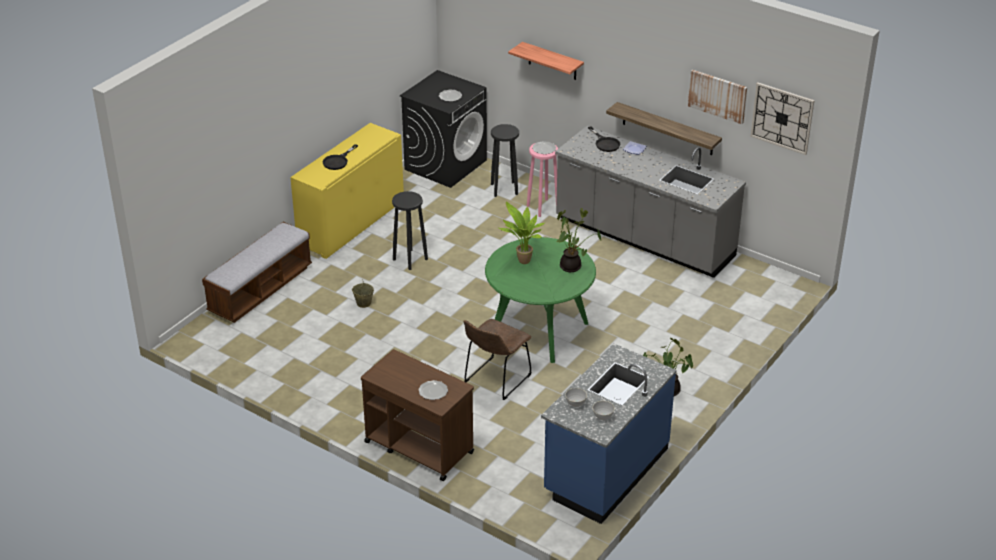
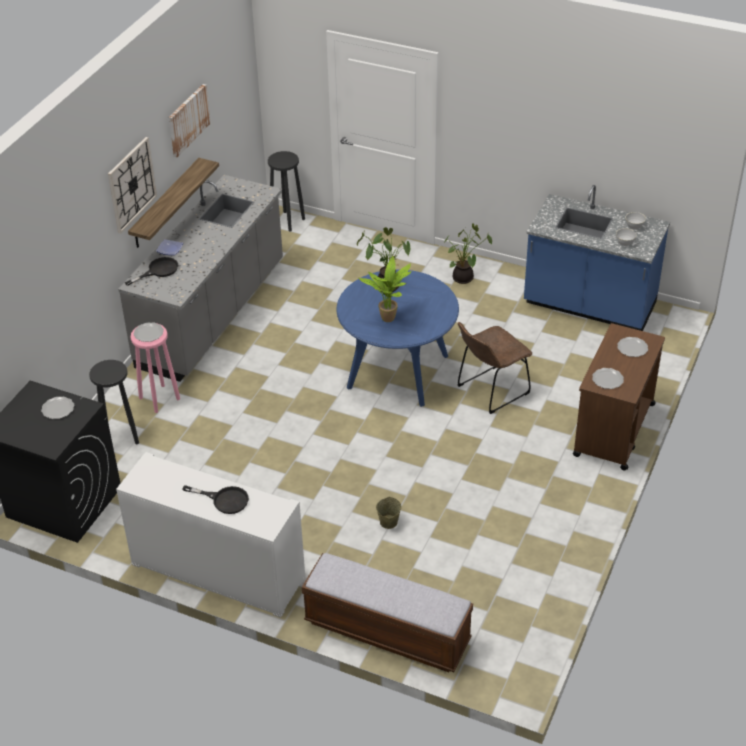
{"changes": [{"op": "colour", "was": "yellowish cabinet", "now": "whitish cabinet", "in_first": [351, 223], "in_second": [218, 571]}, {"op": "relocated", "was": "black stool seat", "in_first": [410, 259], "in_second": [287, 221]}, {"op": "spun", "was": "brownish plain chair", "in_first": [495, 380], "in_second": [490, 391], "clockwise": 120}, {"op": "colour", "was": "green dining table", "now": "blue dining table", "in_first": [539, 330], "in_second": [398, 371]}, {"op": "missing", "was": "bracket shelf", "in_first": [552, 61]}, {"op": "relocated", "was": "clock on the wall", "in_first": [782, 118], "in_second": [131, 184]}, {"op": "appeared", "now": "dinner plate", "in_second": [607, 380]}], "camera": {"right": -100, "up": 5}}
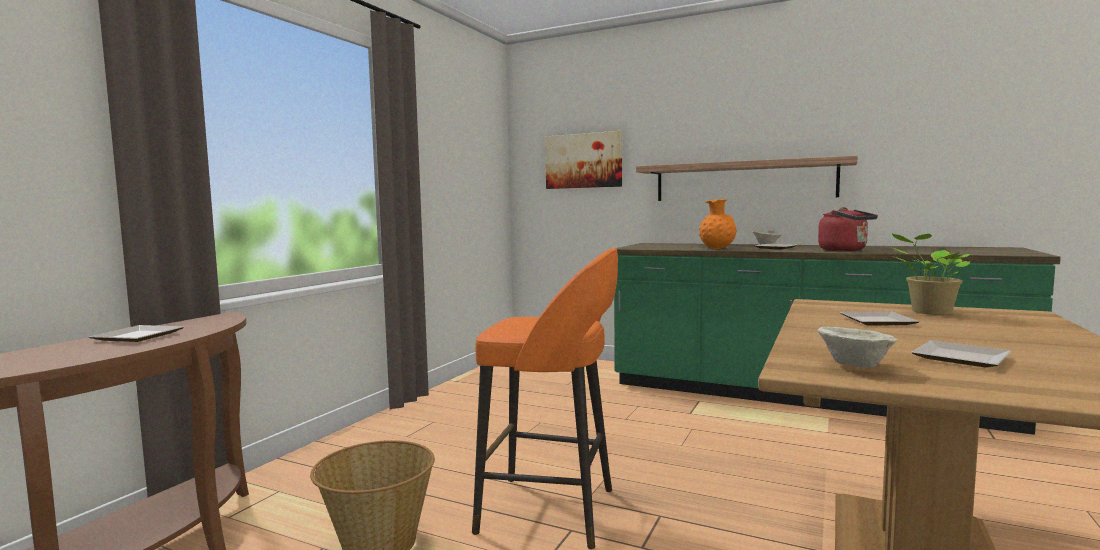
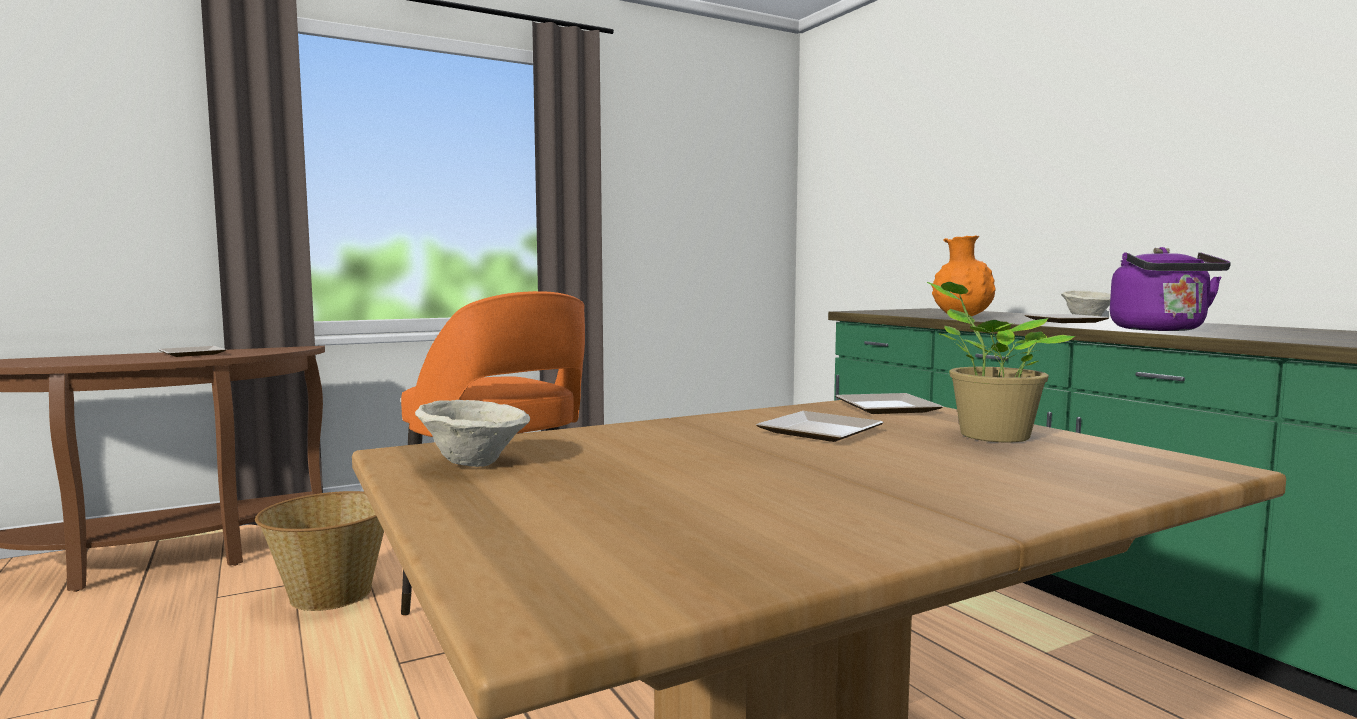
{"changes": [{"op": "missing", "was": "wall picture", "in_first": [583, 161]}, {"op": "missing", "was": "bracket shelf", "in_first": [743, 181]}, {"op": "colour", "was": "red tea kettle", "now": "purplish tea kettle", "in_first": [845, 250], "in_second": [1161, 330]}, {"op": "relocated", "was": "dinner plate", "in_first": [957, 358], "in_second": [882, 408]}], "camera": {"right": 35, "up": 0}}
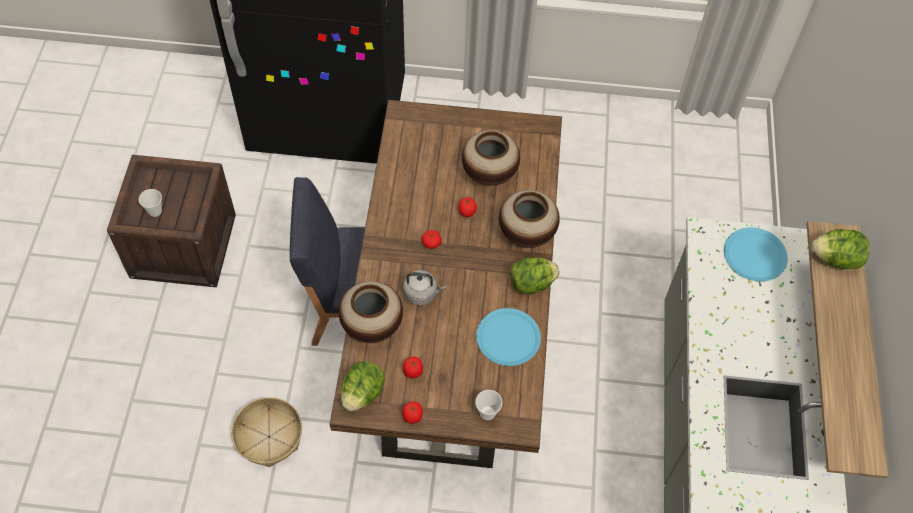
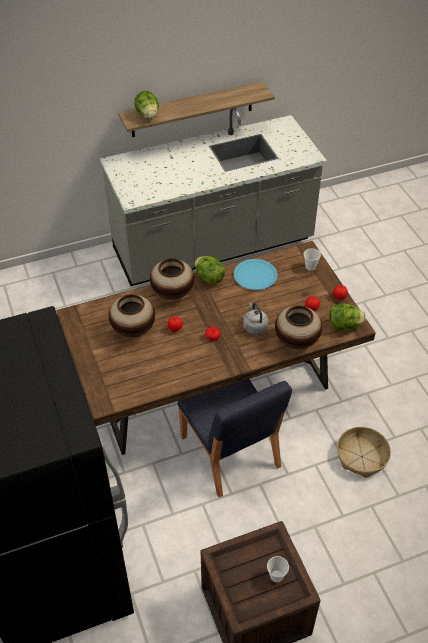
{"changes": [{"op": "missing", "was": "blue dinner plate", "in_first": [755, 255]}], "camera": {"right": -115, "up": -10}}
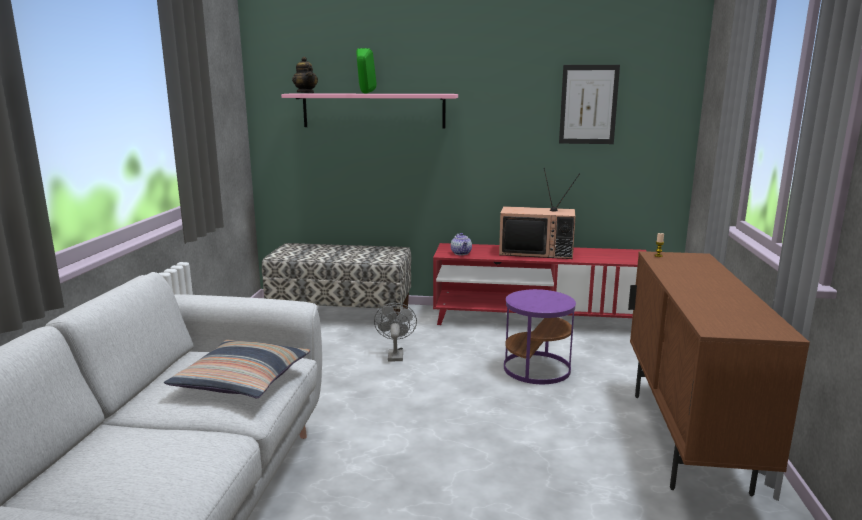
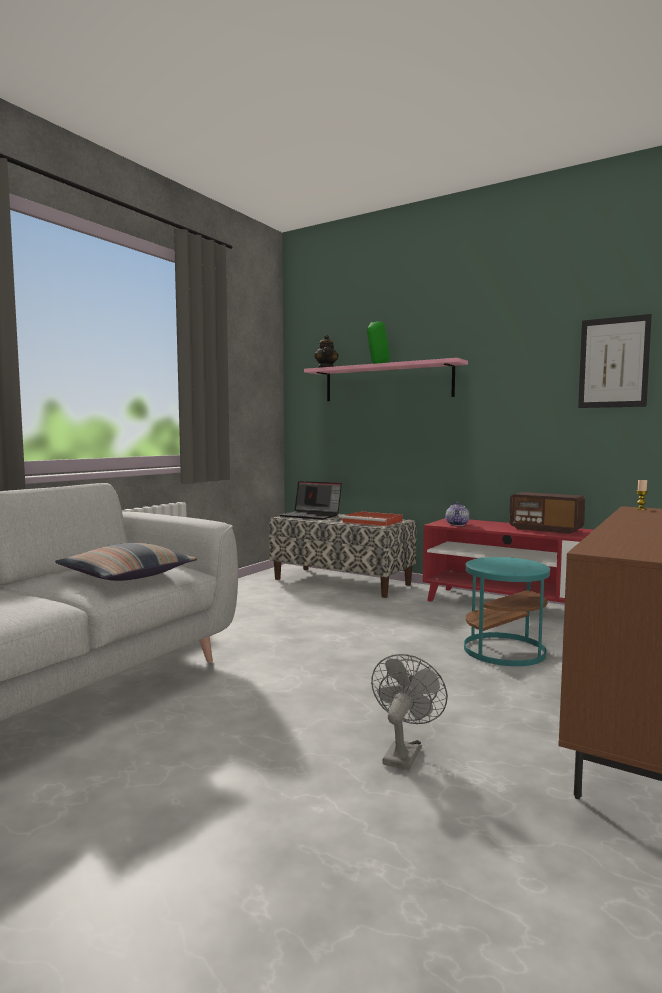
{"changes": [{"op": "relocated", "was": "grey fan", "in_first": [395, 354], "in_second": [404, 752]}, {"op": "exchanged", "was": "TV set", "now": "radio set", "in_first": [537, 252], "in_second": [546, 529]}, {"op": "colour", "was": "purplish end table", "now": "turquoise-coloured end table", "in_first": [537, 368], "in_second": [504, 650]}, {"op": "appeared", "now": "notebook computer", "in_second": [311, 515]}, {"op": "appeared", "now": "red tray", "in_second": [373, 521]}], "camera": {"right": 25, "up": -10}}
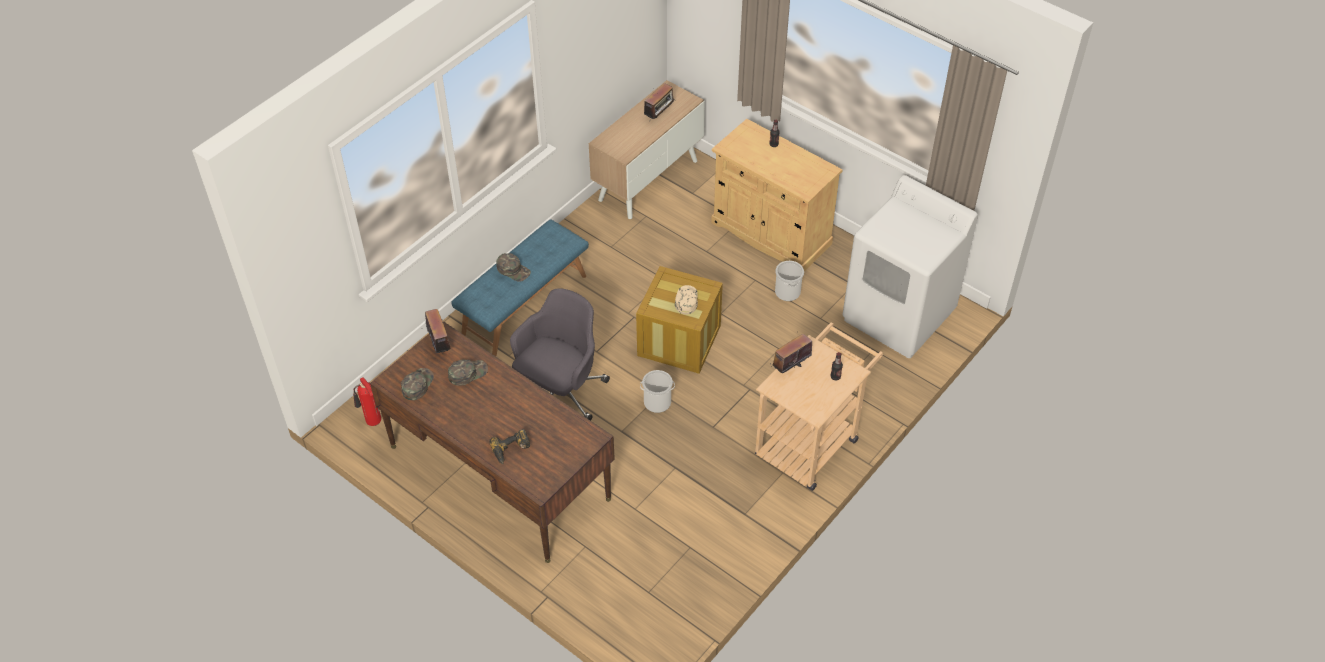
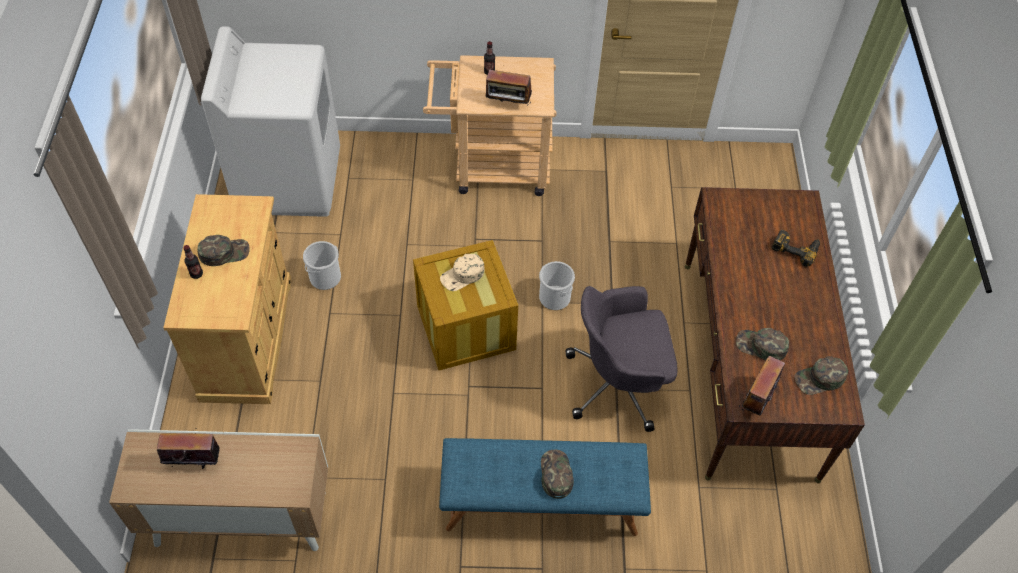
{"changes": [{"op": "missing", "was": "fire extinguisher", "in_first": [372, 421]}, {"op": "appeared", "now": "green cap", "in_second": [224, 252]}], "camera": {"right": -130, "up": 5}}
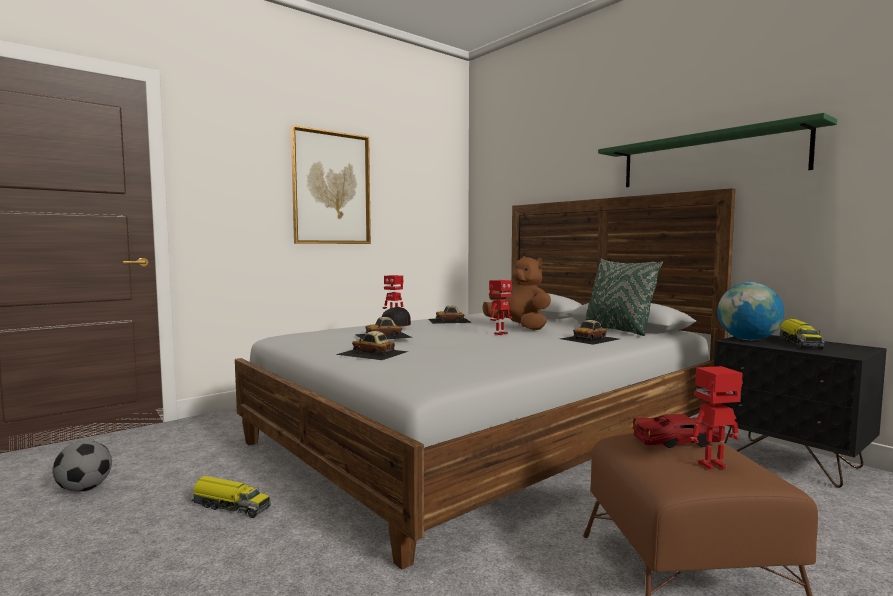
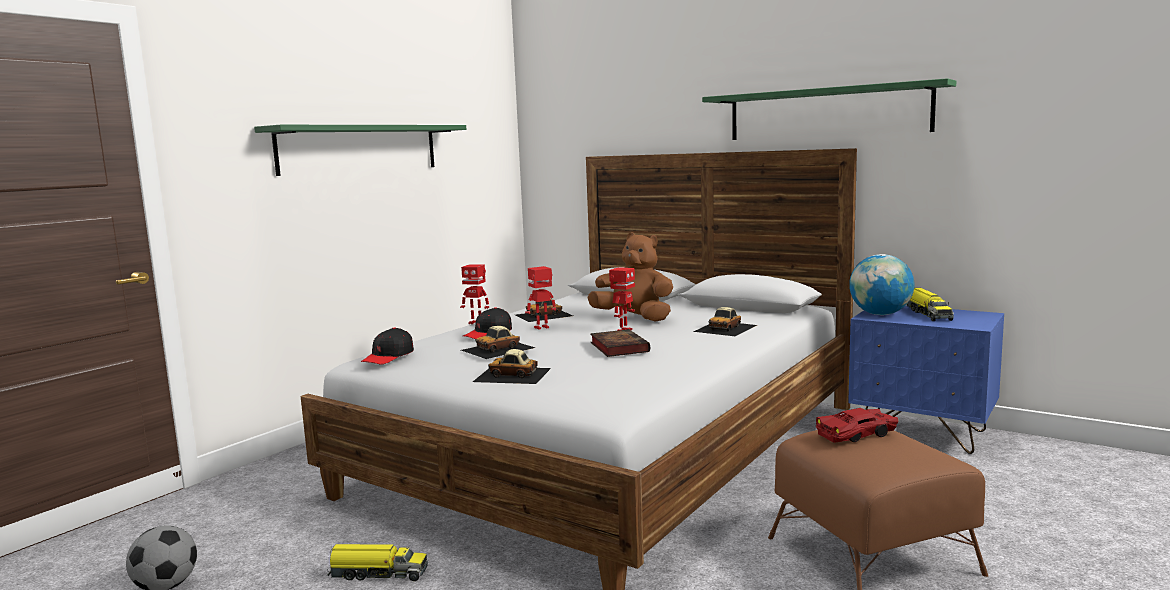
{"changes": [{"op": "exchanged", "was": "wall picture", "now": "green bracket shelf", "in_first": [331, 188], "in_second": [360, 149]}, {"op": "missing", "was": "green throw pillow", "in_first": [617, 331]}, {"op": "relocated", "was": "toy robot", "in_first": [713, 466], "in_second": [542, 328]}, {"op": "colour", "was": "black night table", "now": "blue night table", "in_first": [790, 461], "in_second": [923, 433]}, {"op": "appeared", "now": "black cap", "in_second": [388, 357]}, {"op": "appeared", "now": "volume", "in_second": [618, 347]}], "camera": {"right": -15, "up": 5}}
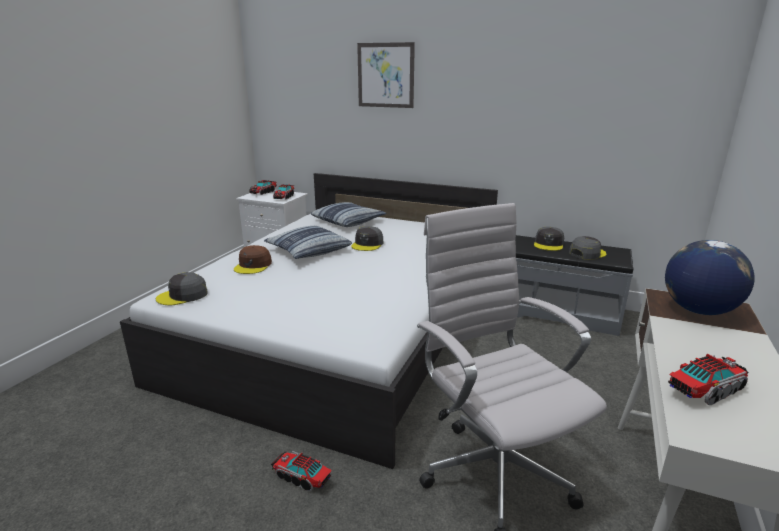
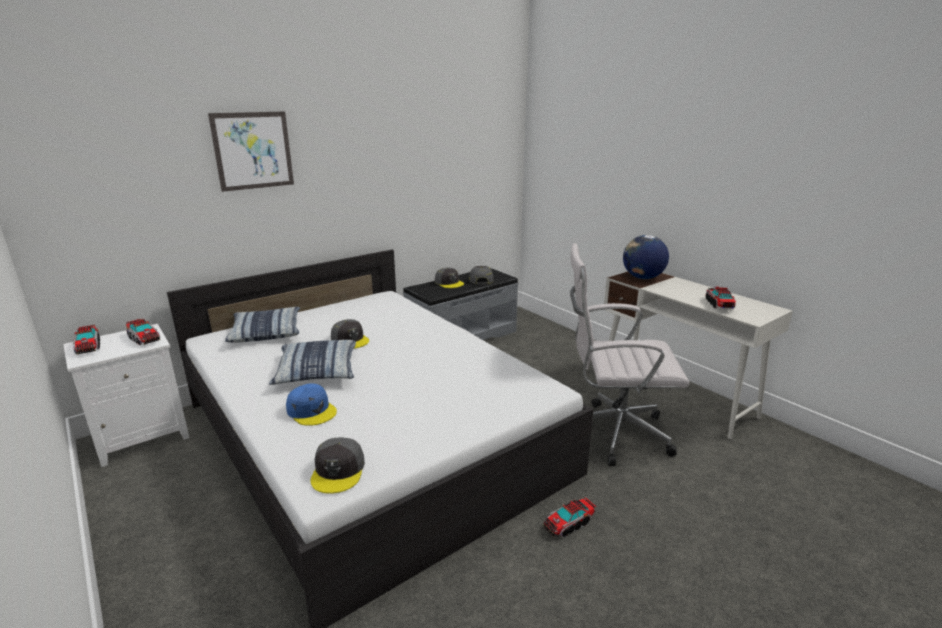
{"changes": [{"op": "colour", "was": "brownish cap", "now": "blue cap", "in_first": [253, 266], "in_second": [312, 411]}], "camera": {"right": -60, "up": 0}}
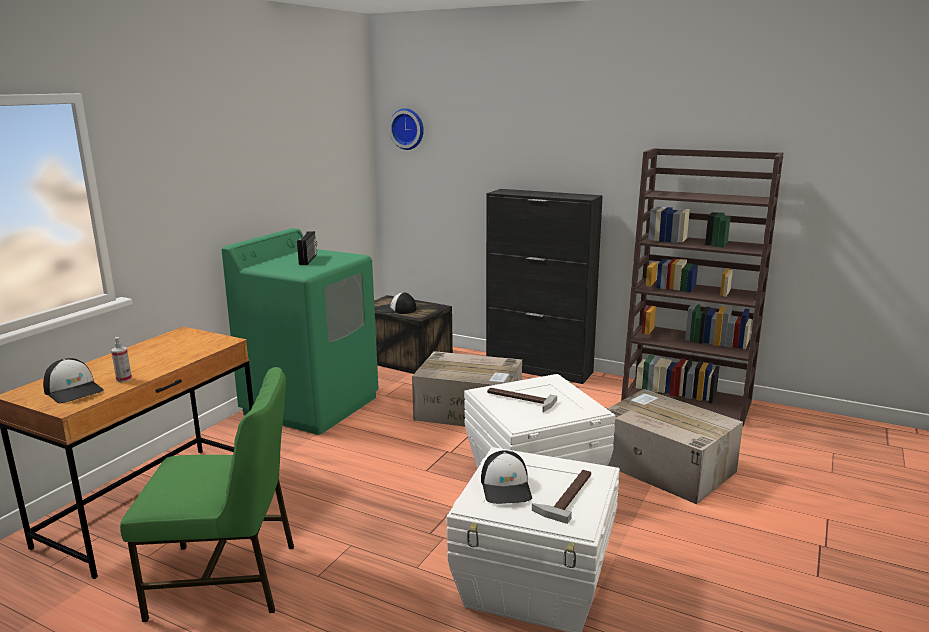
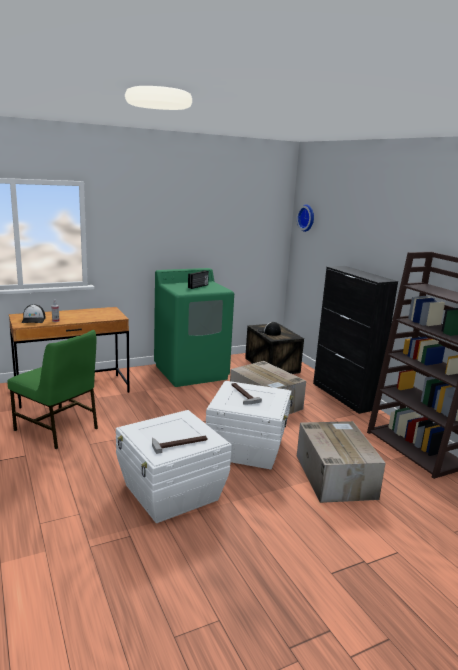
{"changes": [{"op": "missing", "was": "cap", "in_first": [506, 487]}], "camera": {"right": 35, "up": 0}}
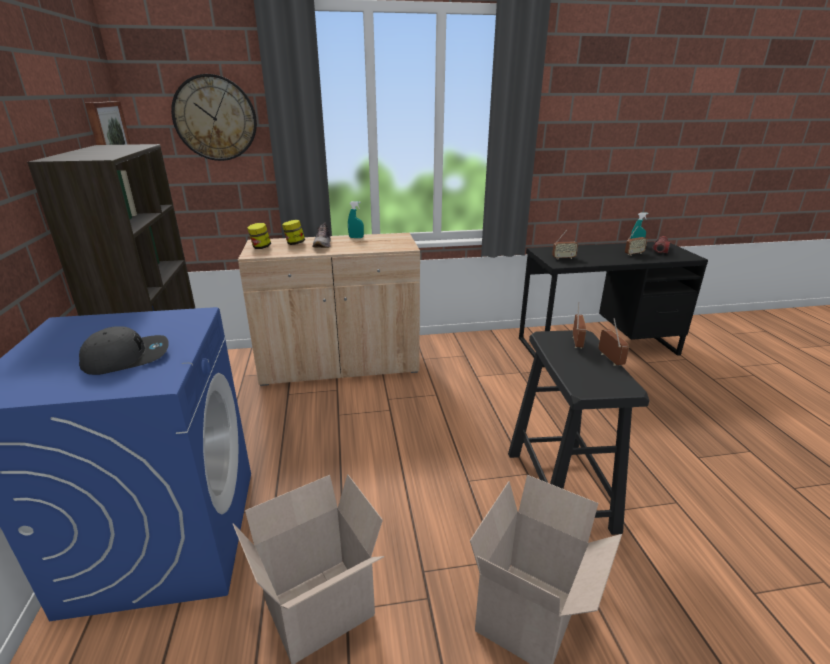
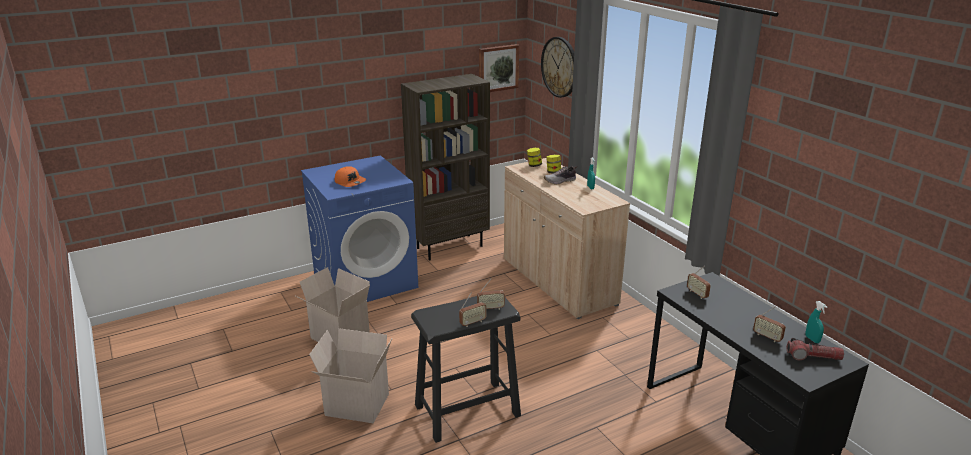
{"changes": [{"op": "colour", "was": "grey cap", "now": "orangey cap", "in_first": [127, 358], "in_second": [350, 182]}], "camera": {"right": 70, "up": 0}}
